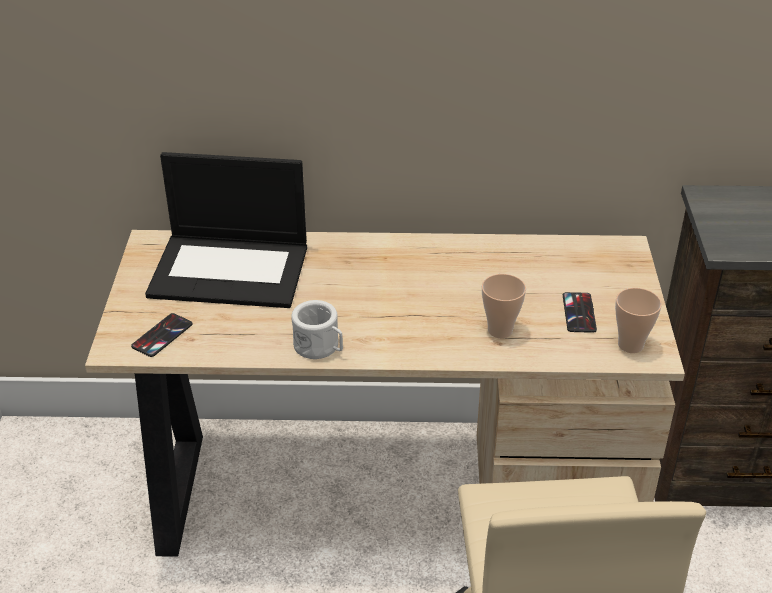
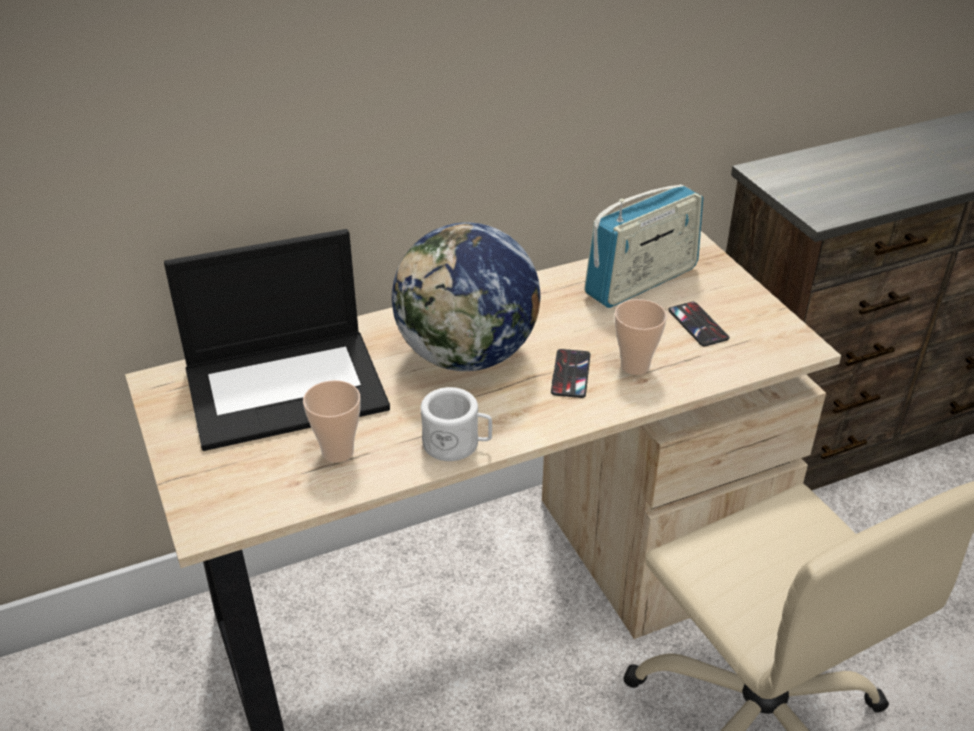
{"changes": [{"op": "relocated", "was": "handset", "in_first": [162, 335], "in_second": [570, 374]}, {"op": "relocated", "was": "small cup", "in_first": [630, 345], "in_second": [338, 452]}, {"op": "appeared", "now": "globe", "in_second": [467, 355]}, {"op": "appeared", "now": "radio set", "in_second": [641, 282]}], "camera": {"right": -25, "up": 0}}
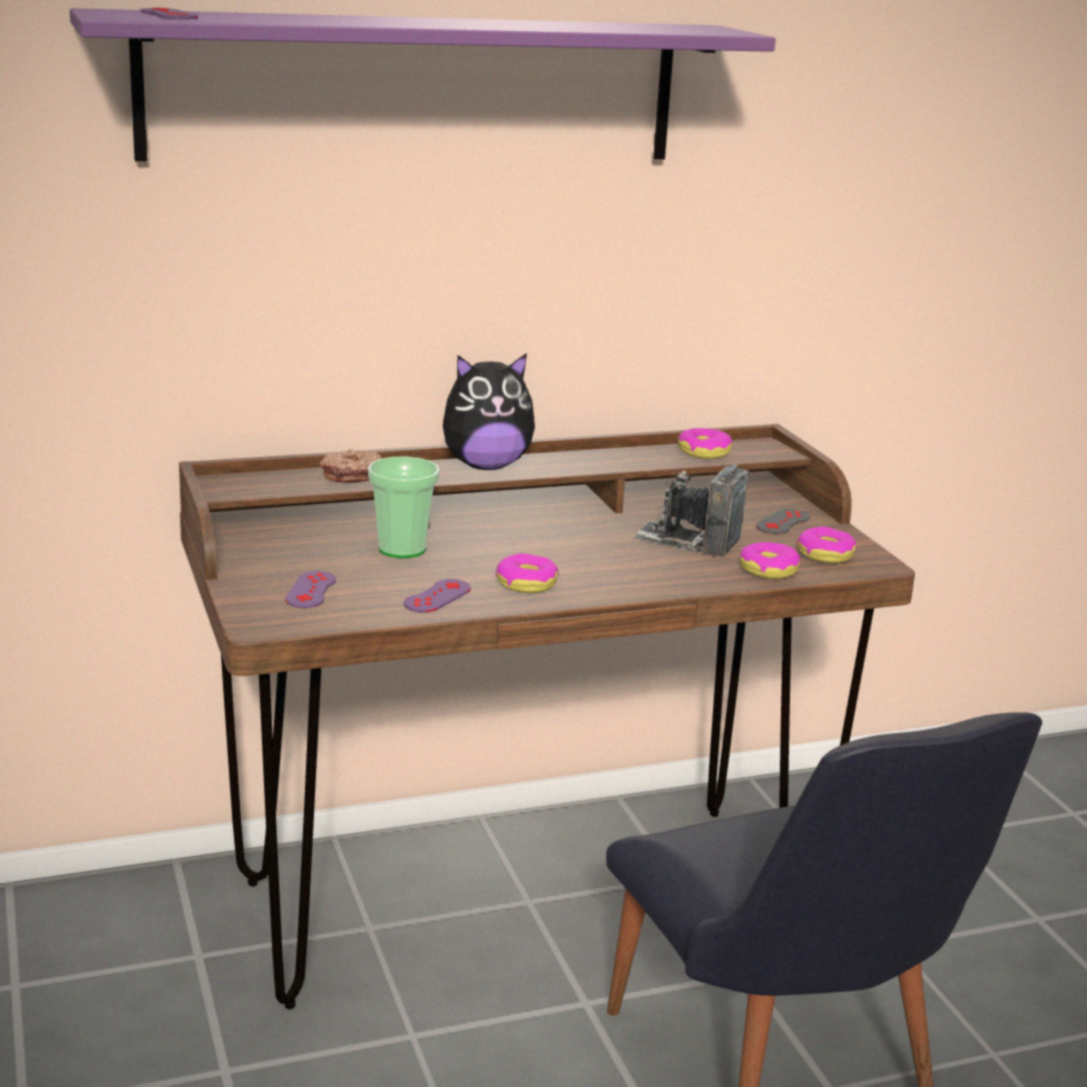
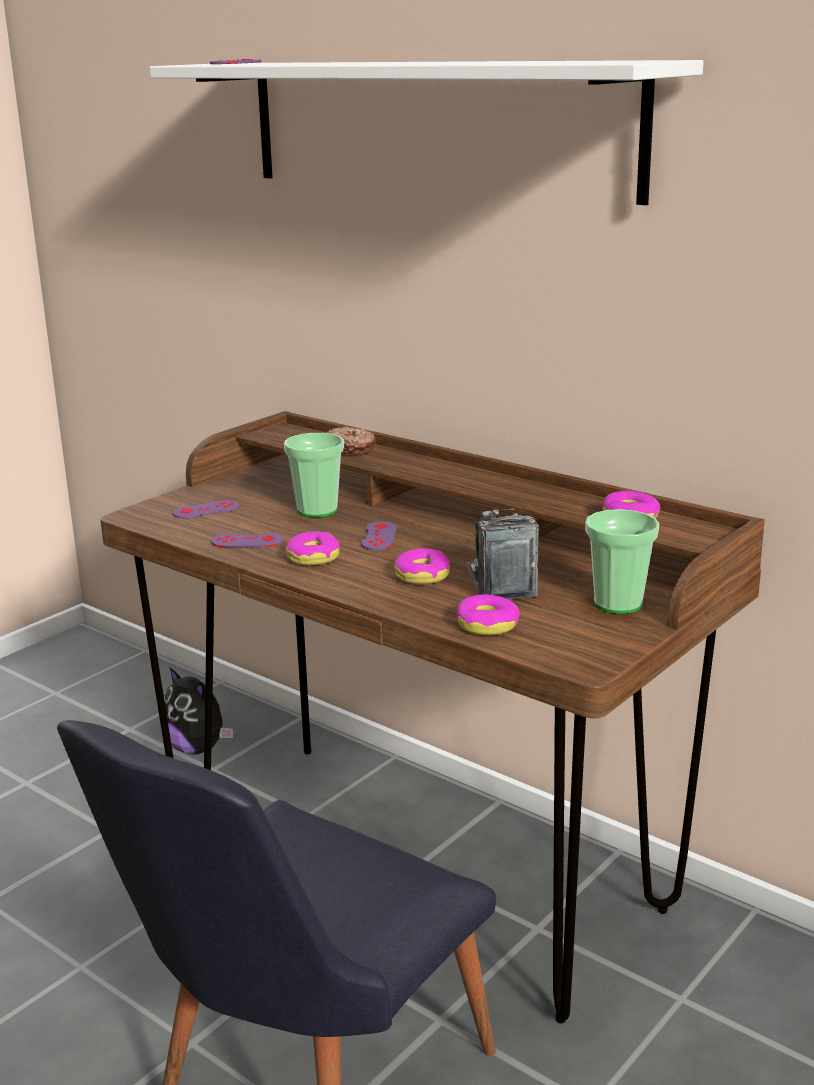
{"changes": [{"op": "colour", "was": "purplish bracket shelf", "now": "whitish bracket shelf", "in_first": [414, 89], "in_second": [434, 126]}, {"op": "relocated", "was": "plush toy", "in_first": [486, 466], "in_second": [198, 748]}, {"op": "exchanged", "was": "grey game controller", "now": "small cup", "in_first": [782, 522], "in_second": [618, 603]}, {"op": "relocated", "was": "ring doughnut", "in_first": [825, 554], "in_second": [422, 575]}, {"op": "appeared", "now": "purplish game controller", "in_second": [379, 536]}], "camera": {"right": 60, "up": 0}}
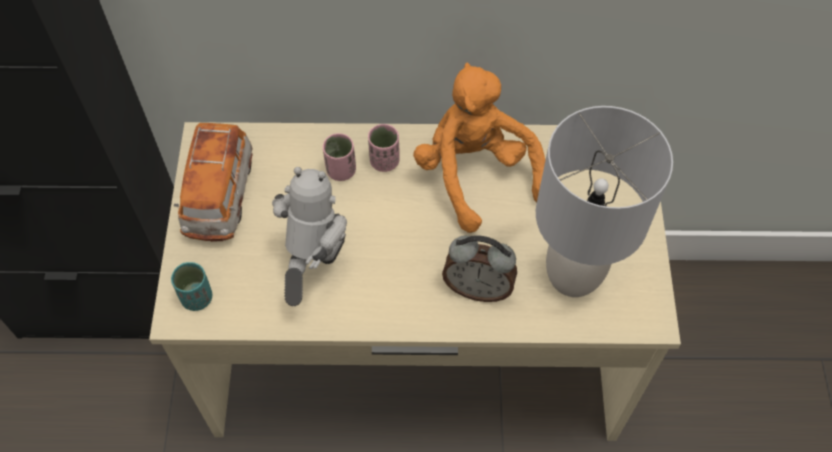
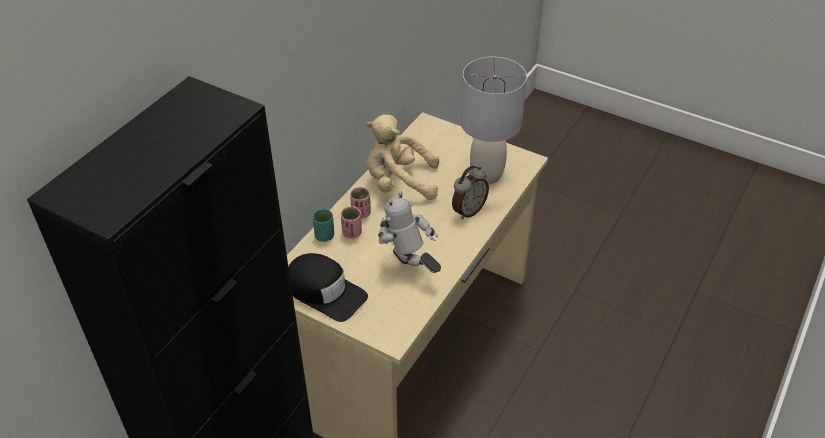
{"changes": [{"op": "relocated", "was": "turquoise-coloured small cup", "in_first": [197, 298], "in_second": [324, 236]}, {"op": "exchanged", "was": "miniature car", "now": "black cap", "in_first": [219, 196], "in_second": [325, 292]}, {"op": "colour", "was": "orangey plush toy", "now": "sand-coloured plush toy", "in_first": [475, 174], "in_second": [399, 183]}], "camera": {"right": -60, "up": -15}}
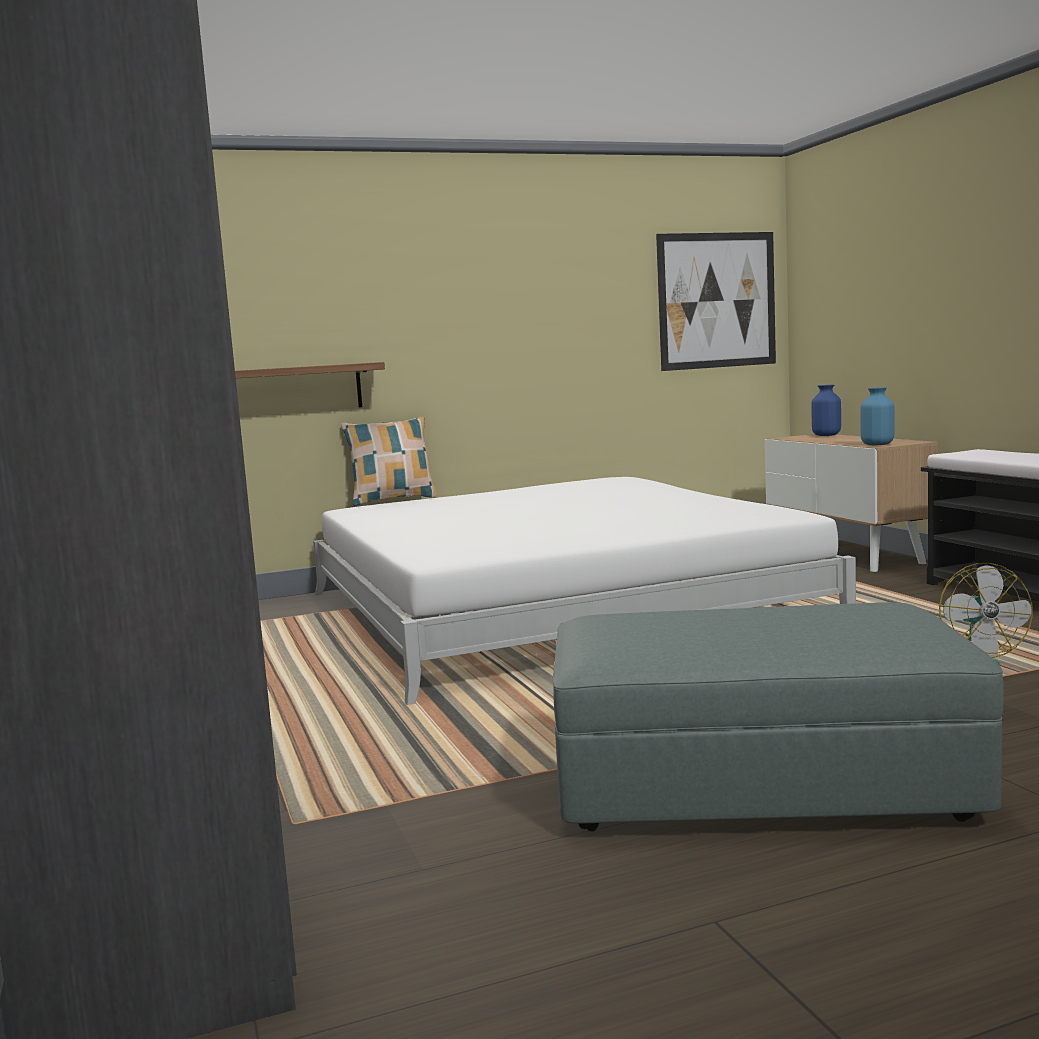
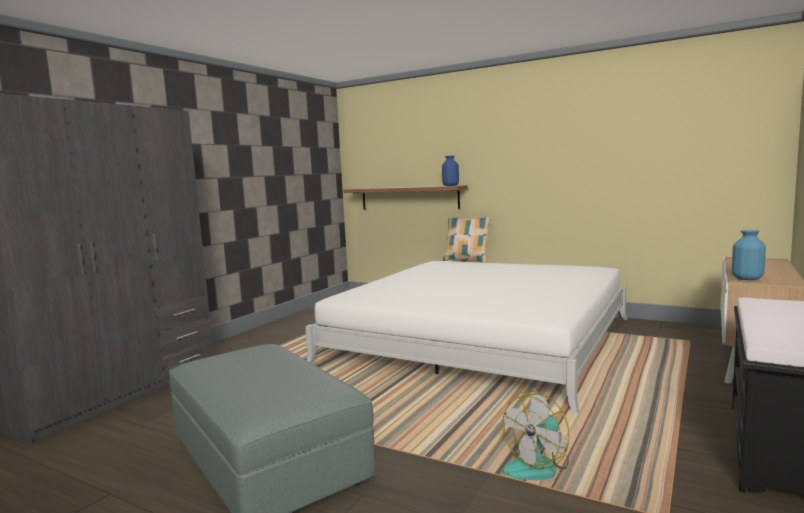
{"changes": [{"op": "missing", "was": "wall picture", "in_first": [717, 300]}, {"op": "relocated", "was": "blue decorative vase", "in_first": [826, 435], "in_second": [450, 185]}], "camera": {"right": 50, "up": 0}}
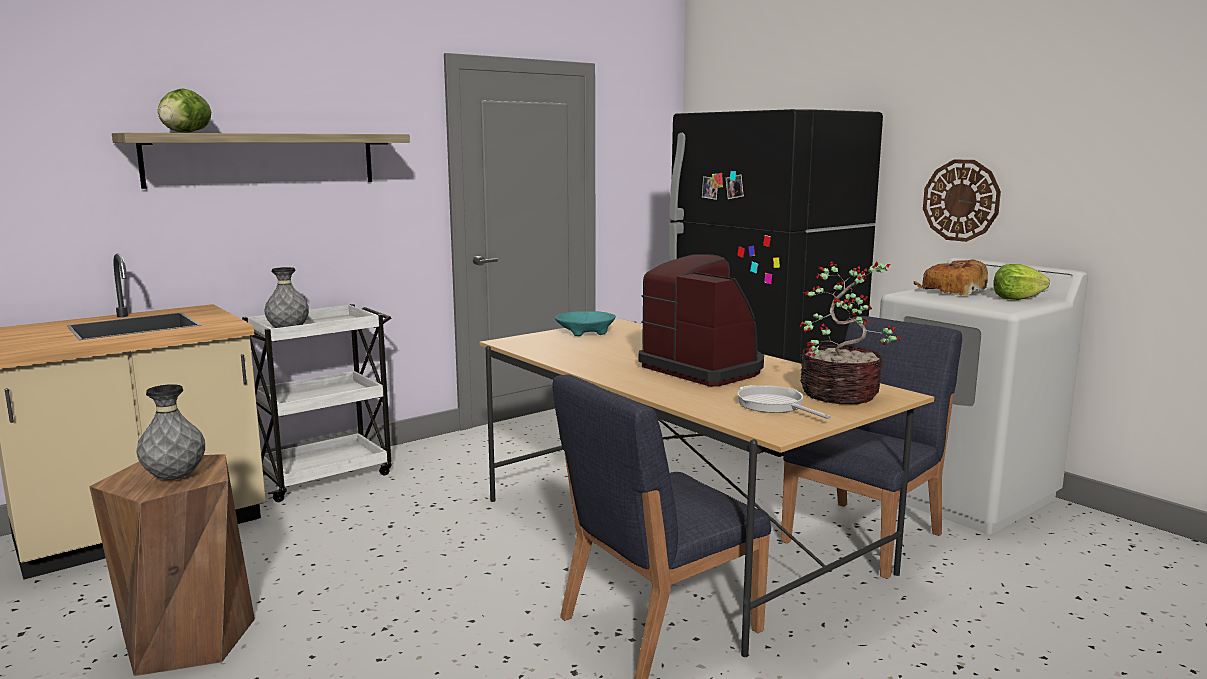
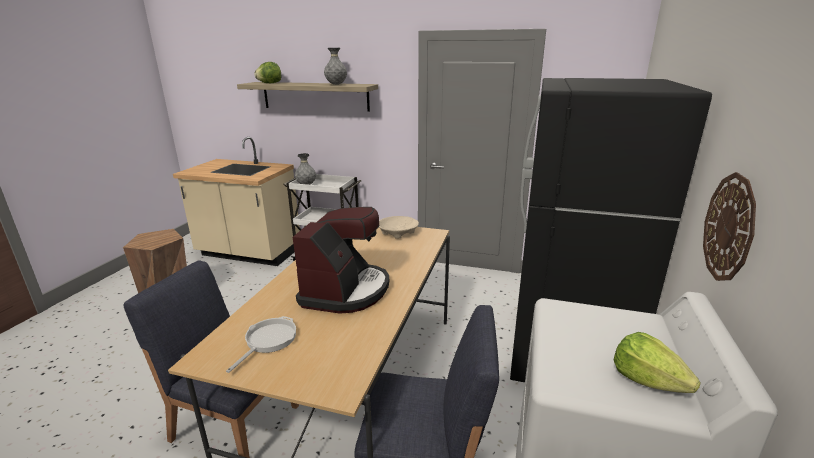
{"changes": [{"op": "relocated", "was": "grey decorative vase", "in_first": [175, 478], "in_second": [336, 84]}, {"op": "colour", "was": "turquoise-coloured serving bowl", "now": "sand-coloured serving bowl", "in_first": [585, 332], "in_second": [397, 232]}, {"op": "missing", "was": "potted plant", "in_first": [842, 394]}, {"op": "missing", "was": "bread", "in_first": [951, 291]}], "camera": {"right": 55, "up": 10}}
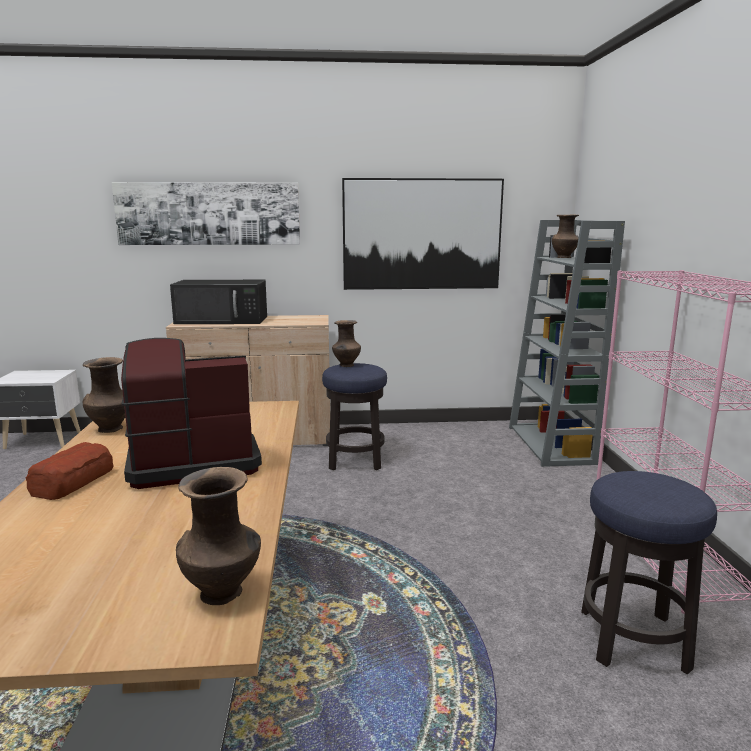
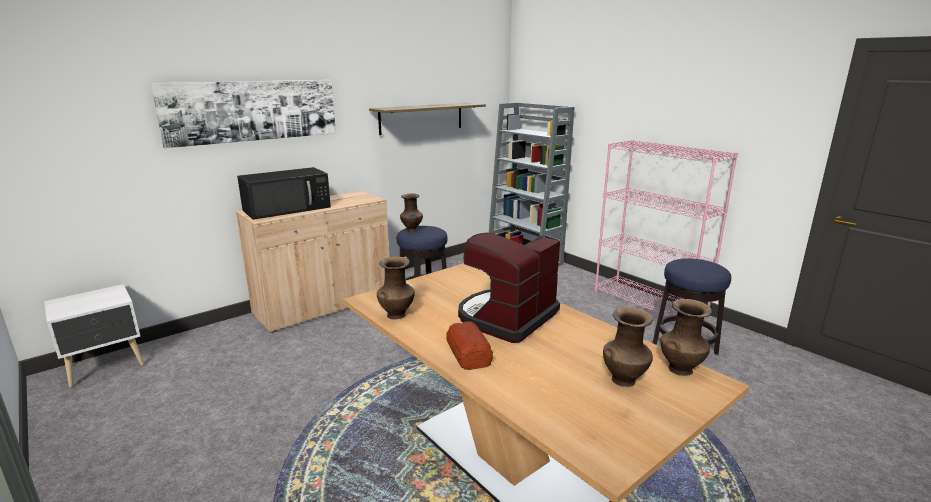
{"changes": [{"op": "exchanged", "was": "wall picture", "now": "bracket shelf", "in_first": [422, 234], "in_second": [421, 118]}, {"op": "relocated", "was": "brownish decorative vase", "in_first": [564, 257], "in_second": [624, 379]}], "camera": {"right": -35, "up": 5}}
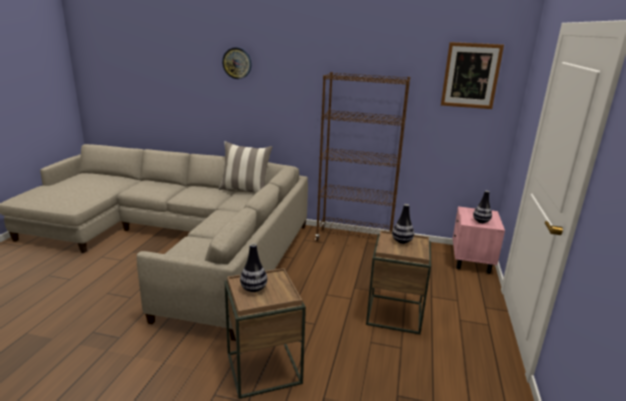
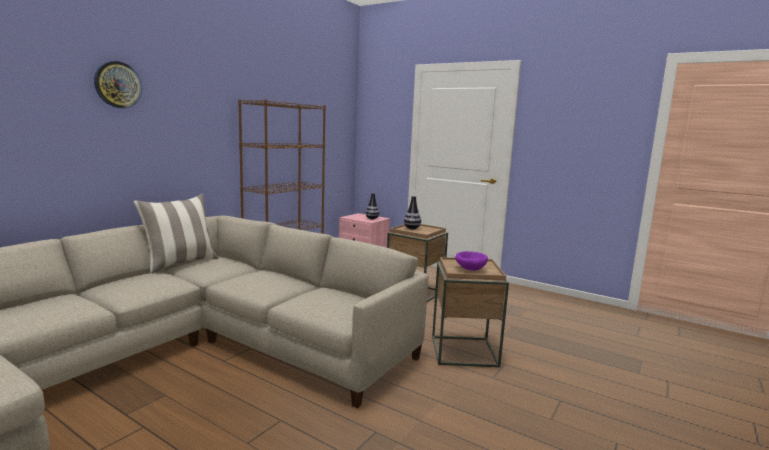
{"changes": [{"op": "exchanged", "was": "decorative vase", "now": "purplish serving bowl", "in_first": [253, 289], "in_second": [470, 269]}, {"op": "missing", "was": "wall picture", "in_first": [471, 75]}], "camera": {"right": -70, "up": -10}}
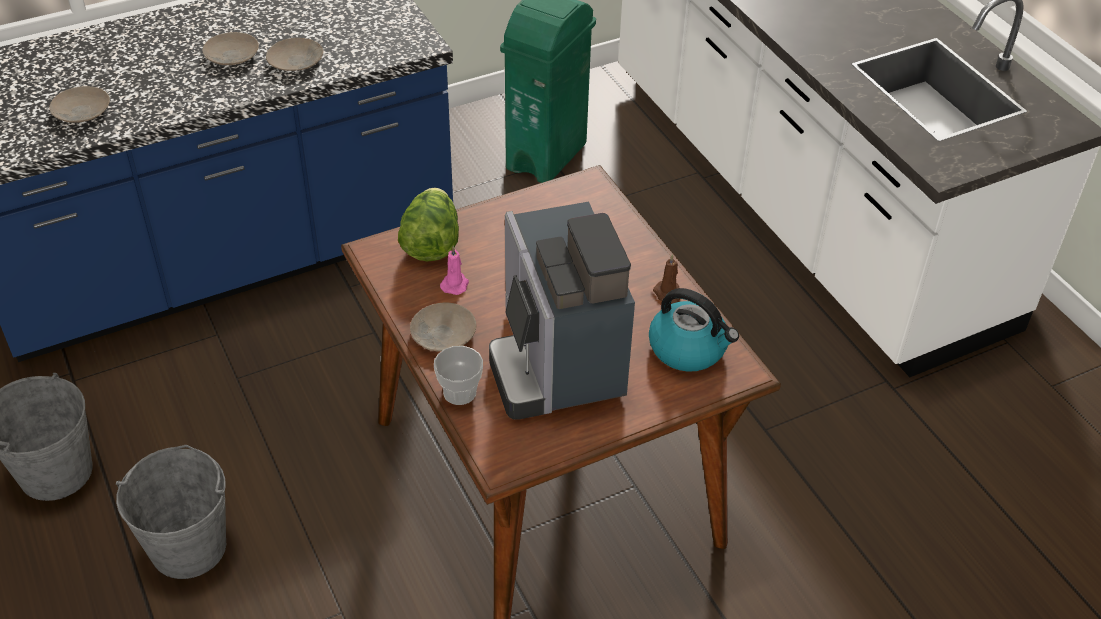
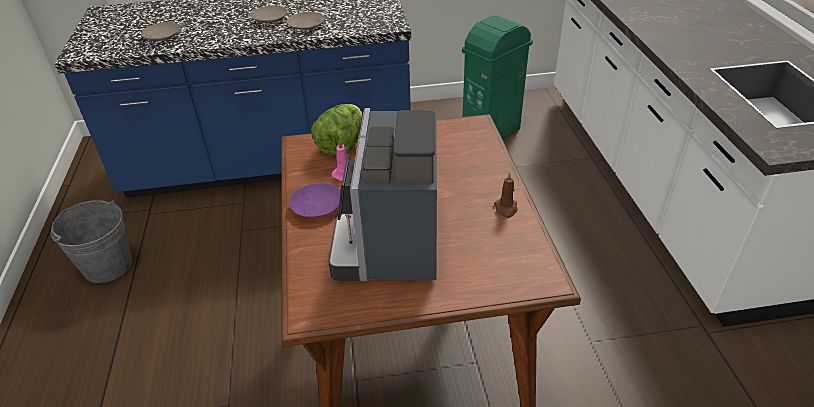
{"changes": [{"op": "missing", "was": "grey bucket", "in_first": [188, 547]}, {"op": "colour", "was": "sand-coloured dinner plate", "now": "purplish dinner plate", "in_first": [442, 334], "in_second": [316, 206]}, {"op": "missing", "was": "small cup", "in_first": [459, 392]}, {"op": "missing", "was": "tea kettle", "in_first": [689, 349]}], "camera": {"right": 20, "up": -5}}
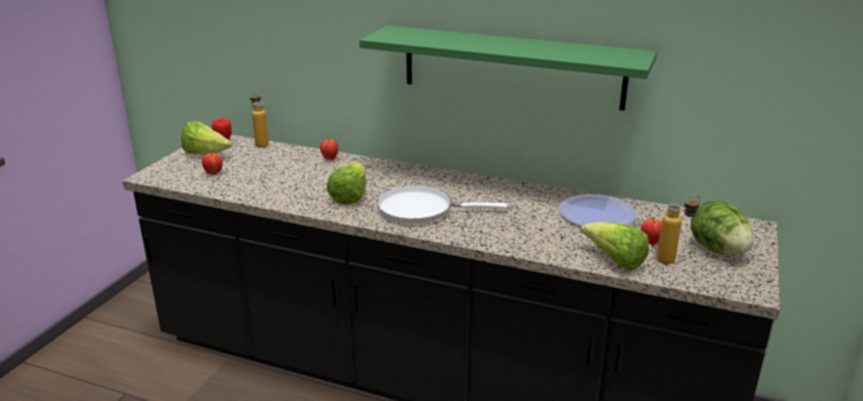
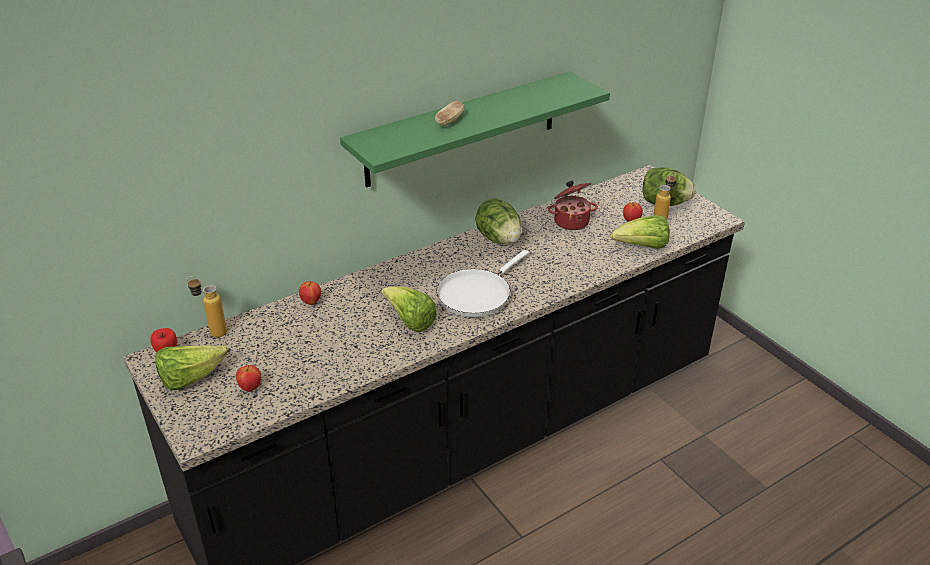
{"changes": [{"op": "exchanged", "was": "dinner plate", "now": "saucepot", "in_first": [597, 214], "in_second": [571, 221]}, {"op": "appeared", "now": "bread", "in_second": [450, 121]}, {"op": "appeared", "now": "lettuce", "in_second": [499, 239]}], "camera": {"right": -55, "up": 10}}
